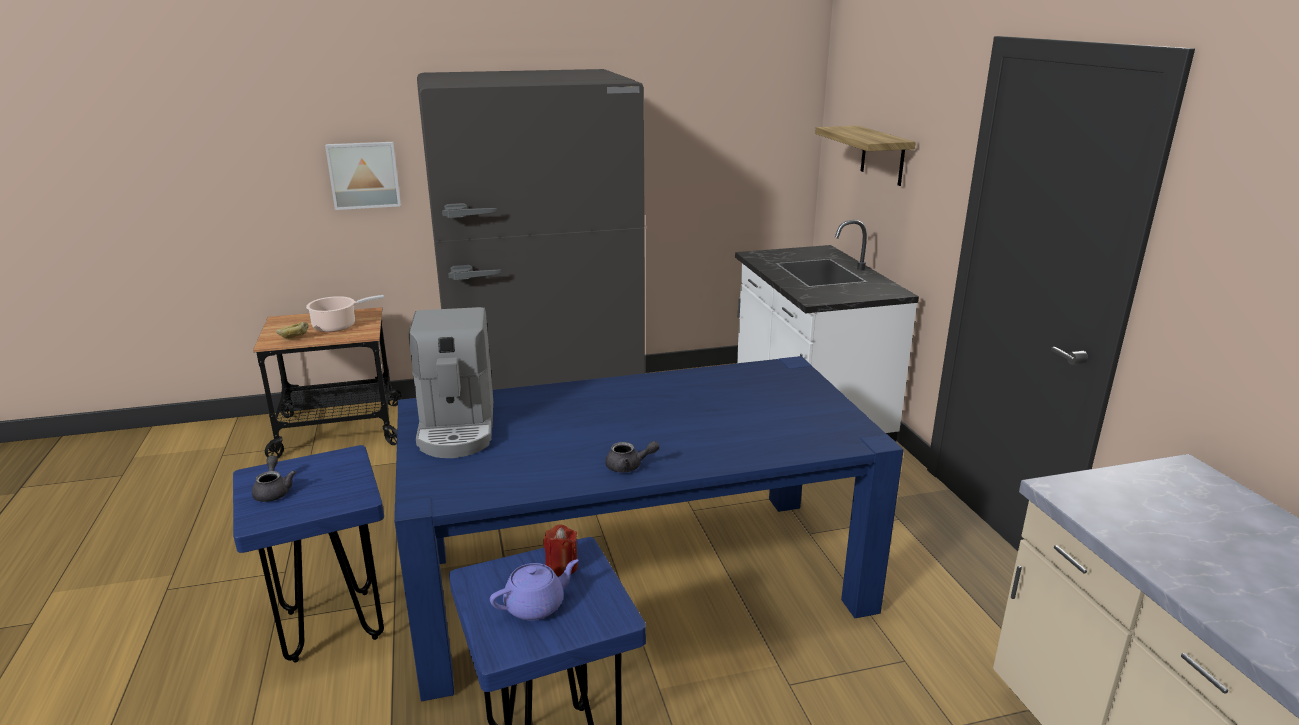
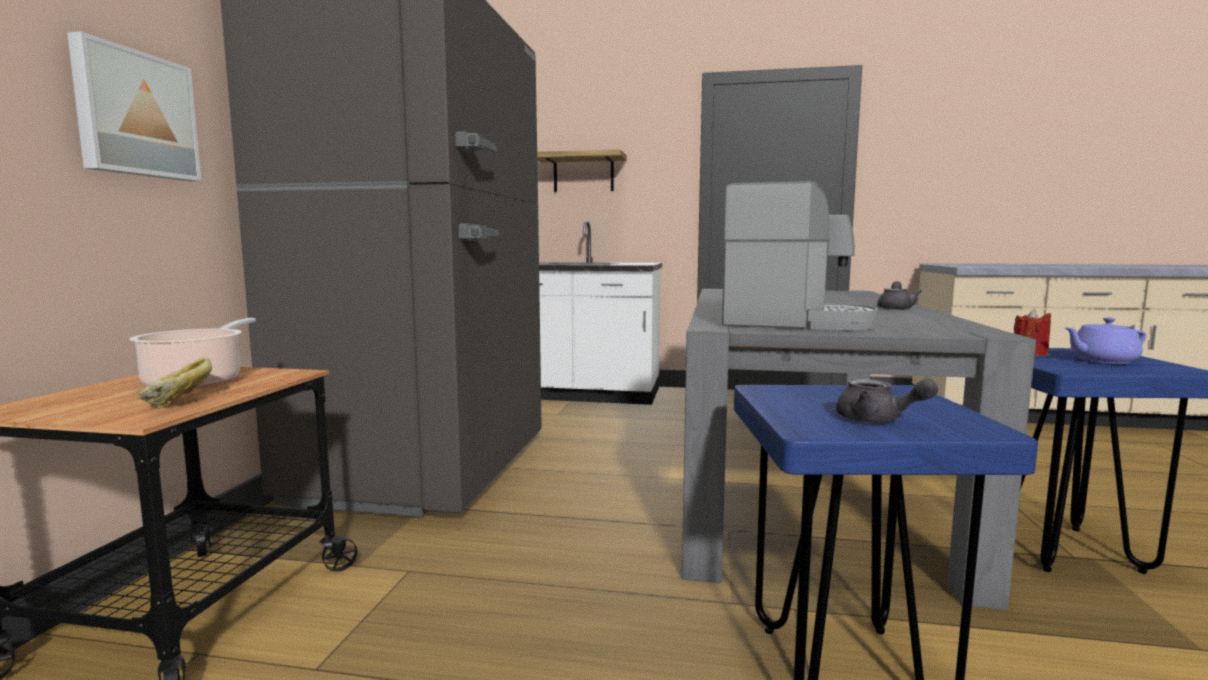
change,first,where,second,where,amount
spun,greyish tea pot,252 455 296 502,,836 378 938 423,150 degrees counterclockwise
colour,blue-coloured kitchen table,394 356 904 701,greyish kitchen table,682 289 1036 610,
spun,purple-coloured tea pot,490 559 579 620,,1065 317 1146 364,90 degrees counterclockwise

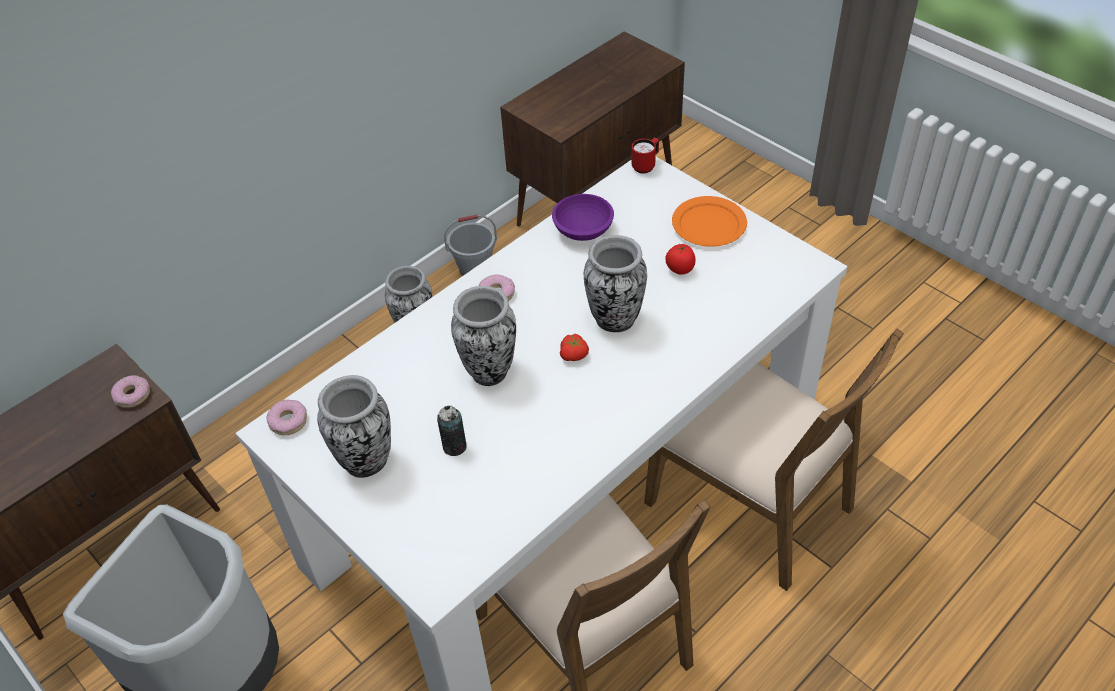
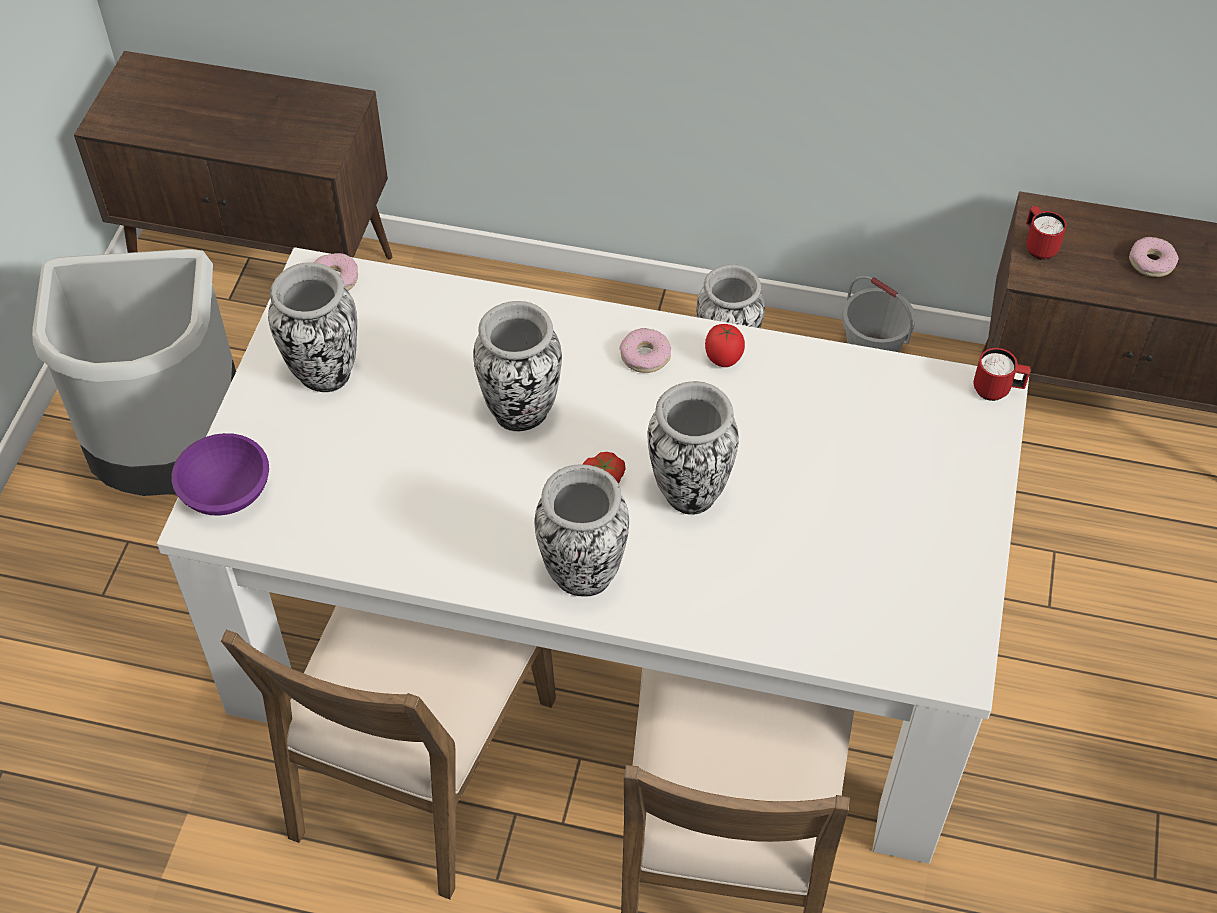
change,first,where,second,where,amount
relocated,ring doughnut,111 375 150 408,,1129 237 1179 277,
missing,can,437 406 467 456,,,
relocated,purple-coloured serving bowl,552 194 614 241,,171 433 269 516,
relocated,whole tomato,665 244 696 275,,705 324 745 367,
missing,orangey dinner plate,672 196 747 247,,,
appeared,,,vase,534 464 629 597,
appeared,,,red-coloured mug,1026 206 1067 260,

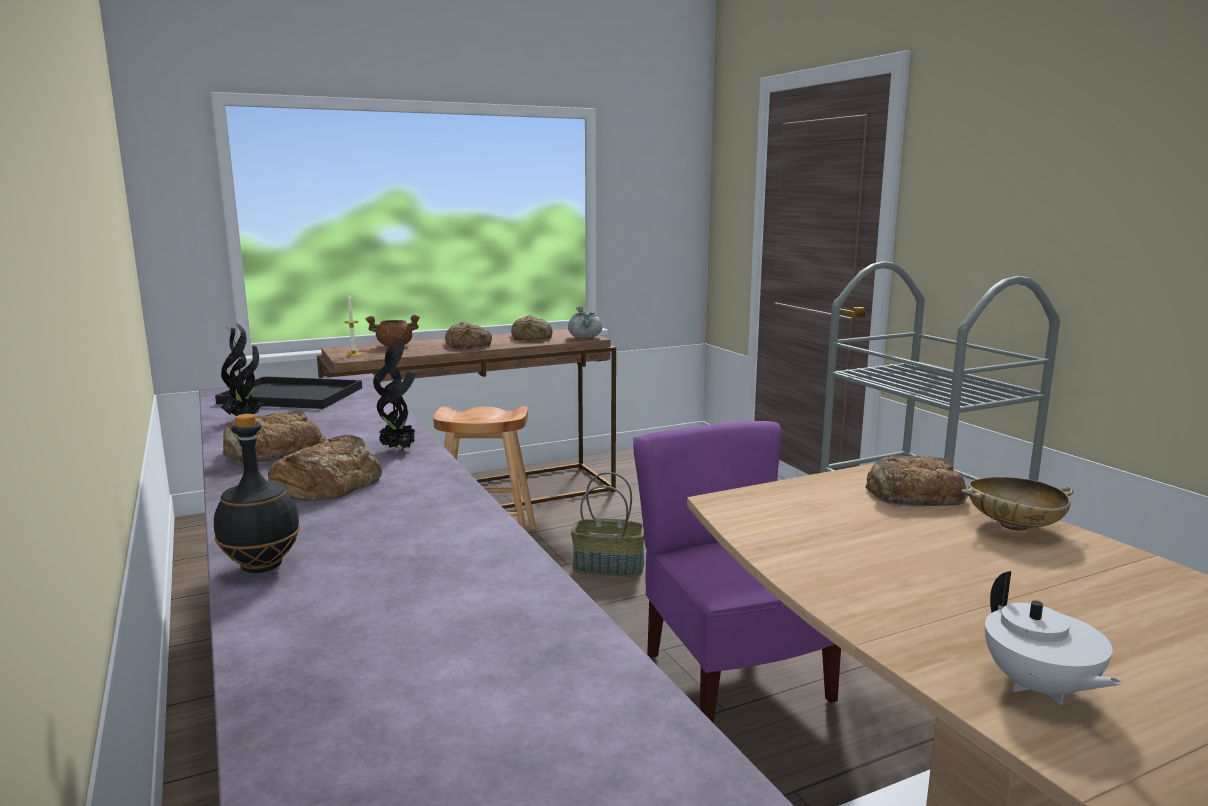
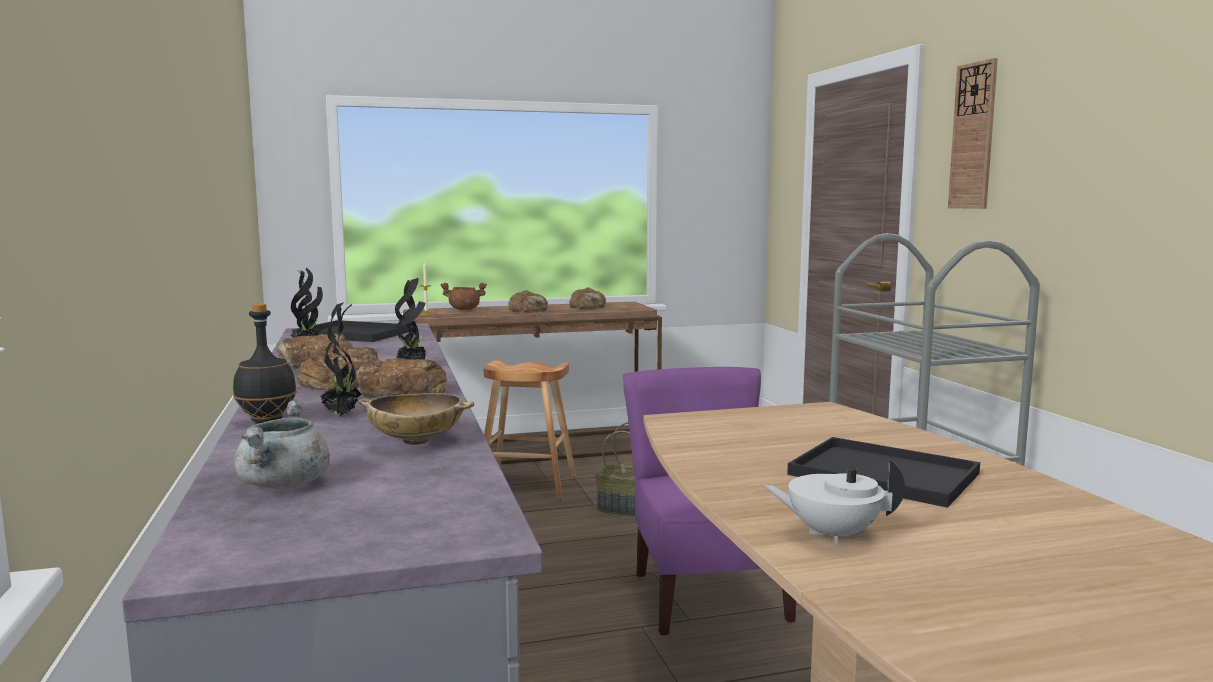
change,first,where,second,where,amount
relocated,greyish saucepot,568 306 602 338,,234 399 330 489,
relocated,baked bread,865 455 968 506,,357 358 447 399,
relocated,beige-coloured serving bowl,962 477 1074 531,,358 393 474 445,
spun,white tea pot,985 571 1122 705,,762 459 905 544,105 degrees clockwise
appeared,,,plant in a pot,320 302 361 416,
appeared,,,blackish tray,787 437 980 508,
appeared,,,hanging clock,948 58 998 209,

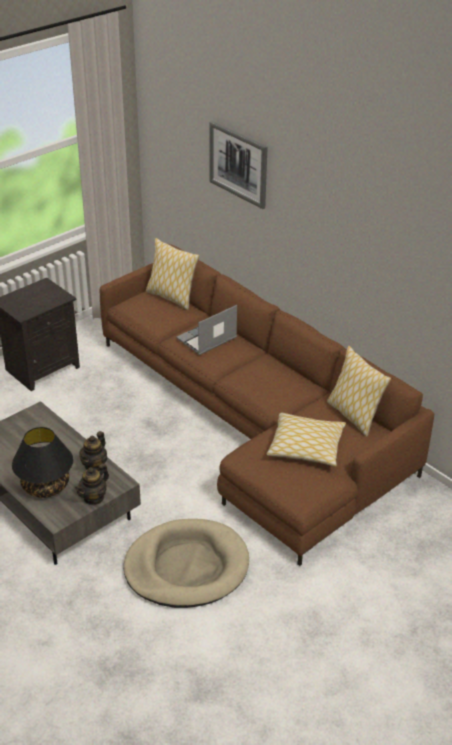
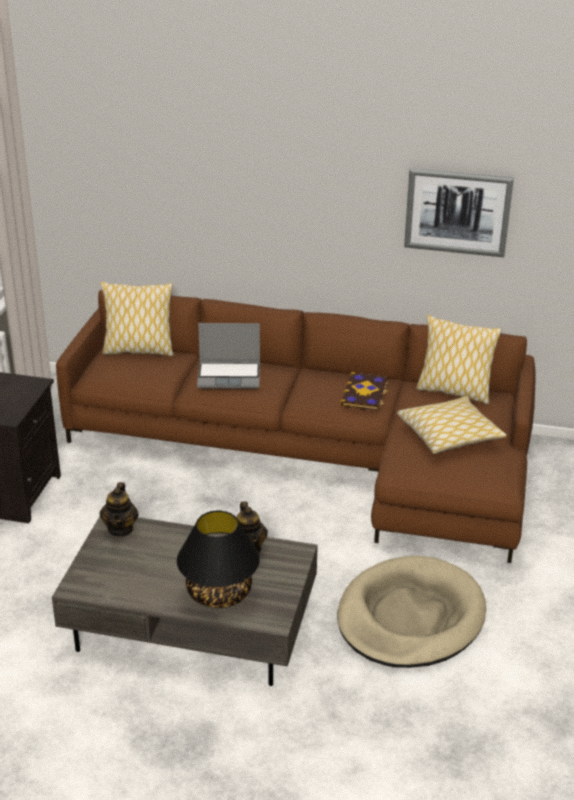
change,first,where,second,where,amount
relocated,tea pot,75 463 109 506,,100 482 139 537,
spun,portable computer,176 305 237 355,,197 323 260 389,105 degrees counterclockwise
relocated,wall picture,210 121 267 209,,404 168 514 257,
appeared,,,volume,340 372 388 411,

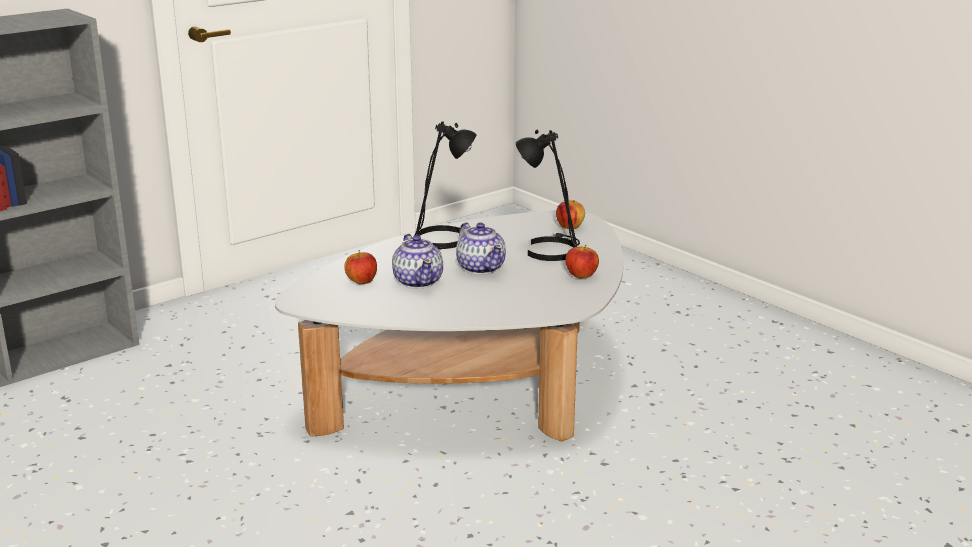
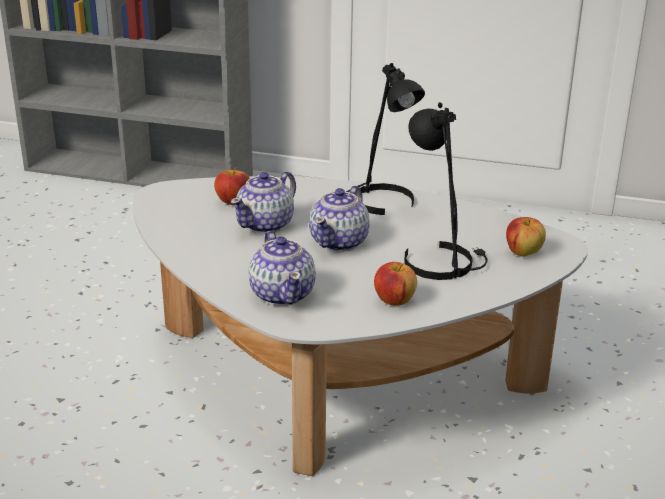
change,first,where,second,where,amount
appeared,,,tea pot,249 231 316 306,

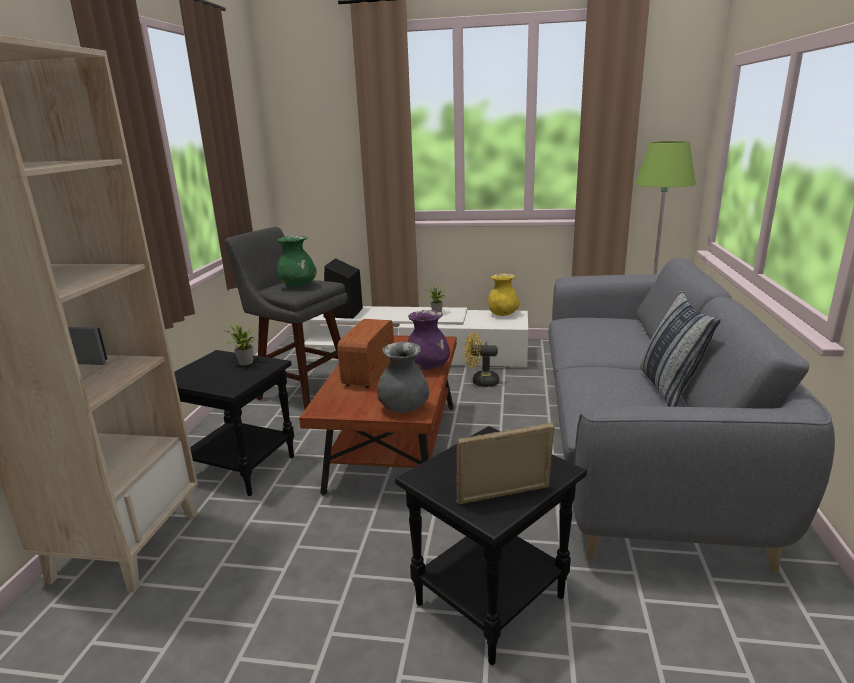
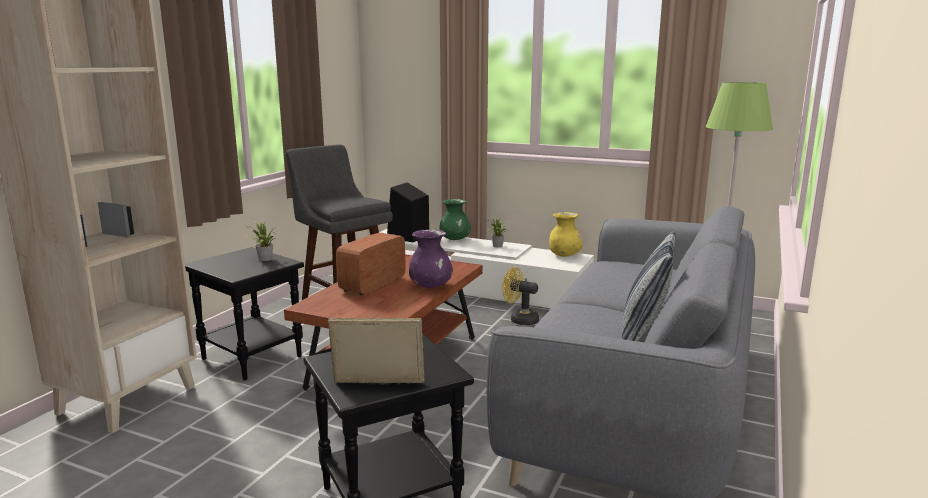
change,first,where,second,where,amount
relocated,green-coloured vase,276 236 317 287,,439 199 471 240,
missing,greyish vase,377 342 429 413,,,

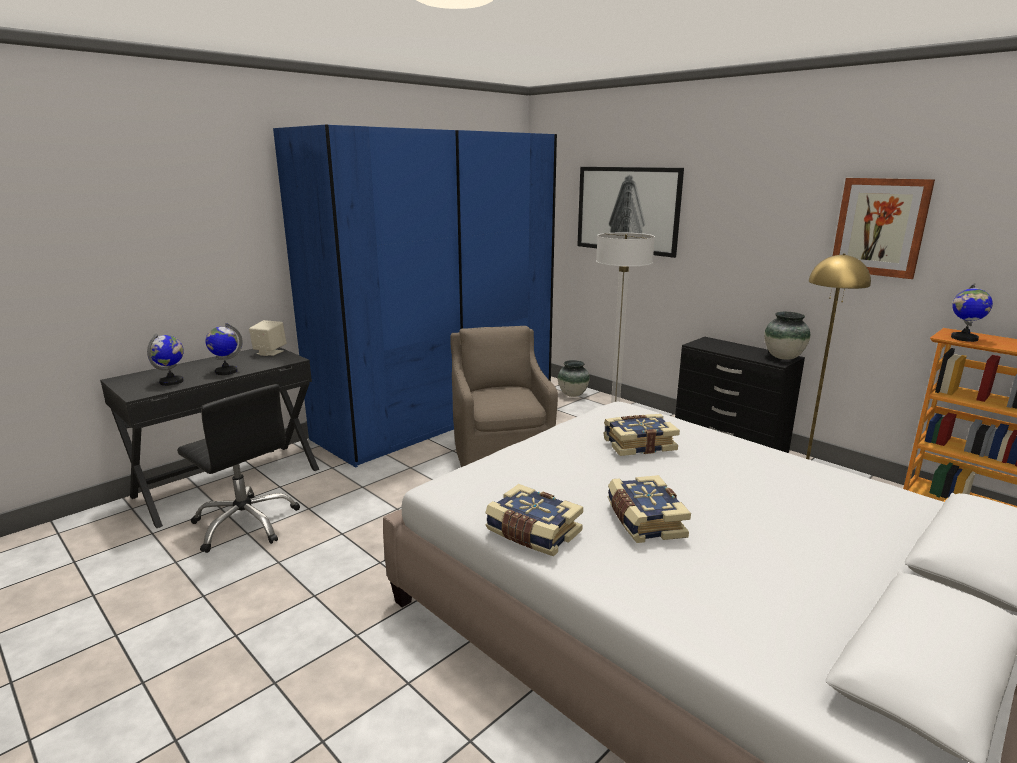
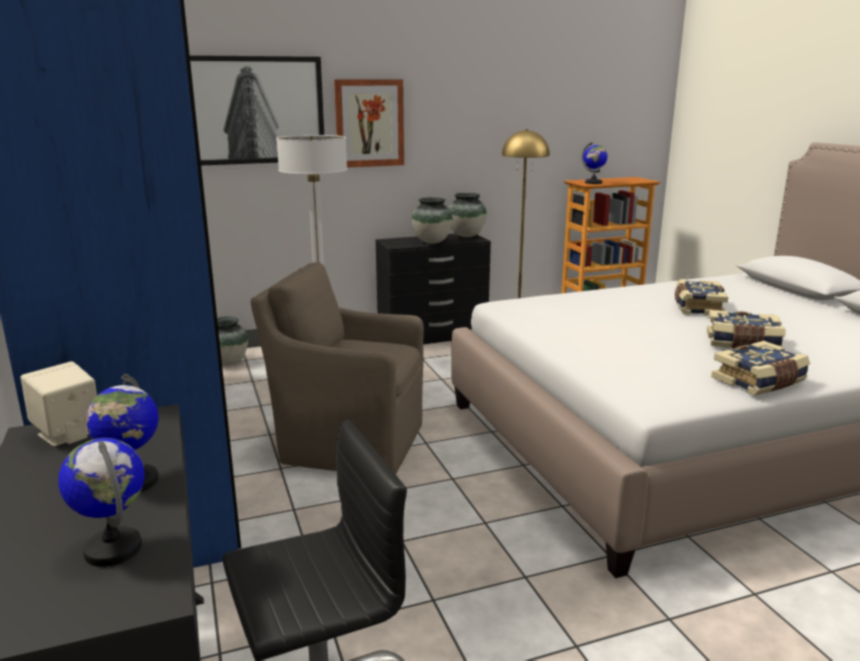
change,first,where,second,where,amount
relocated,volume,603 414 680 456,,675 279 728 316,
relocated,wall picture,833 178 935 279,,334 79 404 168,
appeared,,,vase,412 197 453 244,

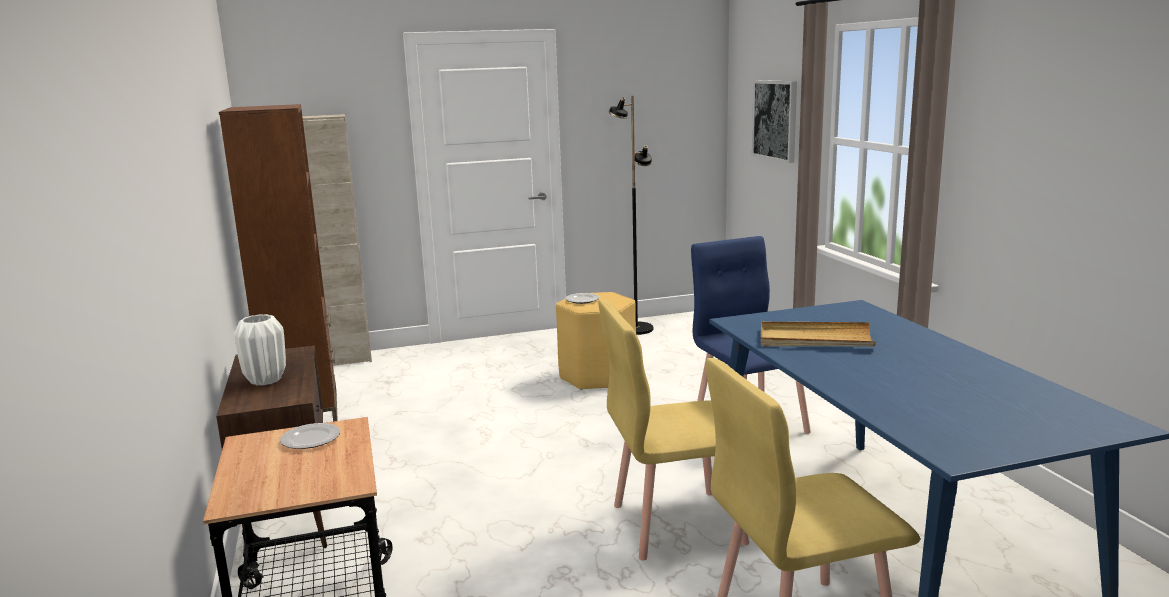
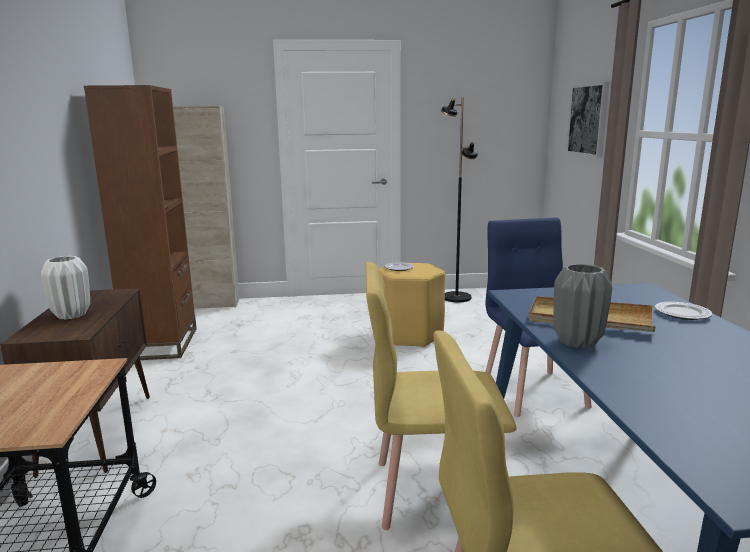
change,first,where,second,where,amount
relocated,dinner plate,280 423 340 449,,655 301 713 320,
appeared,,,greyish vase,553 264 612 348,

